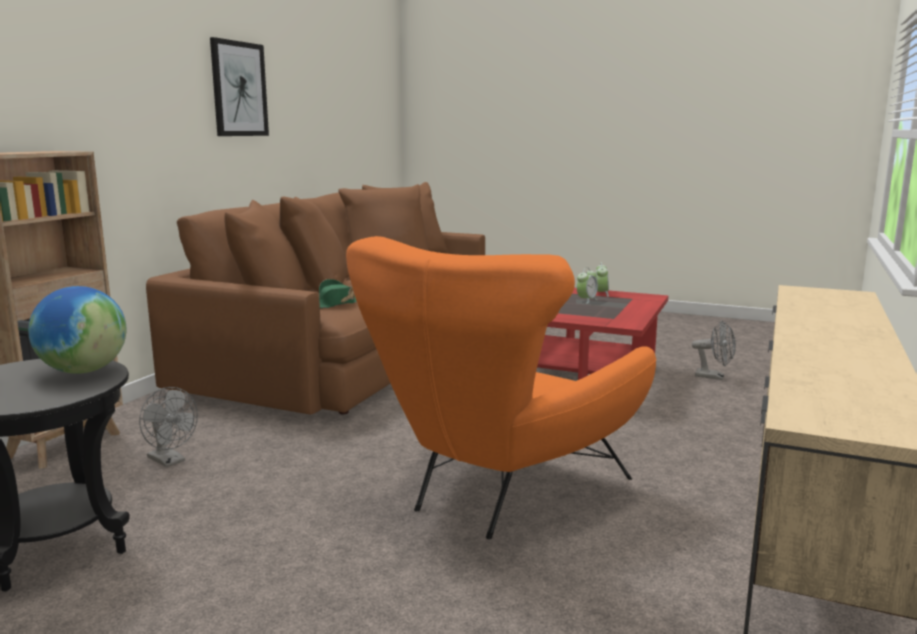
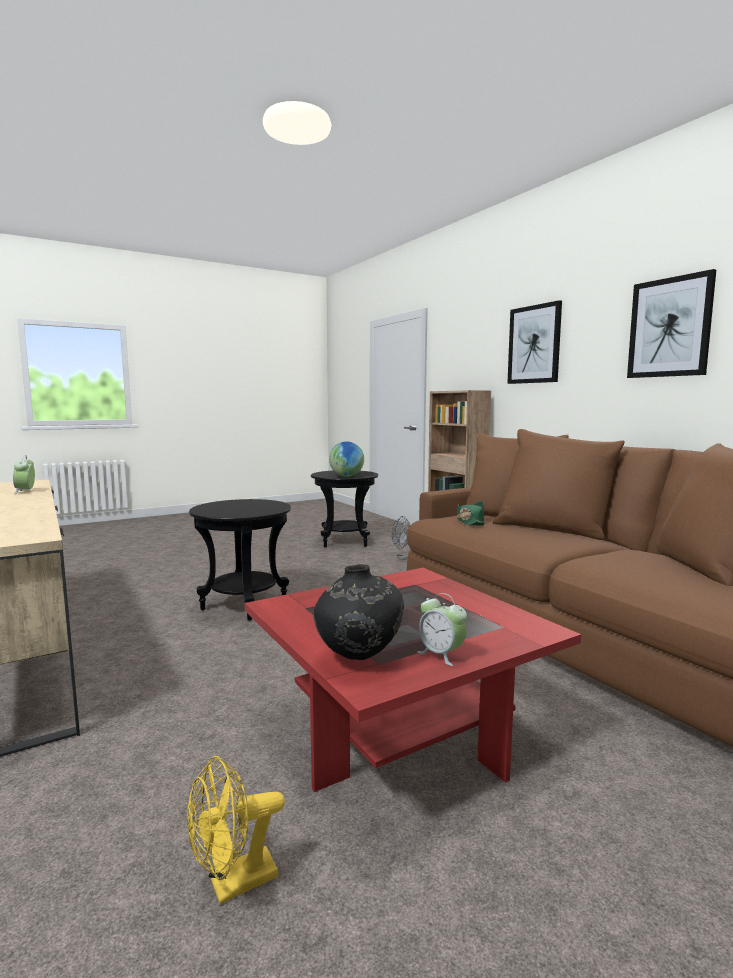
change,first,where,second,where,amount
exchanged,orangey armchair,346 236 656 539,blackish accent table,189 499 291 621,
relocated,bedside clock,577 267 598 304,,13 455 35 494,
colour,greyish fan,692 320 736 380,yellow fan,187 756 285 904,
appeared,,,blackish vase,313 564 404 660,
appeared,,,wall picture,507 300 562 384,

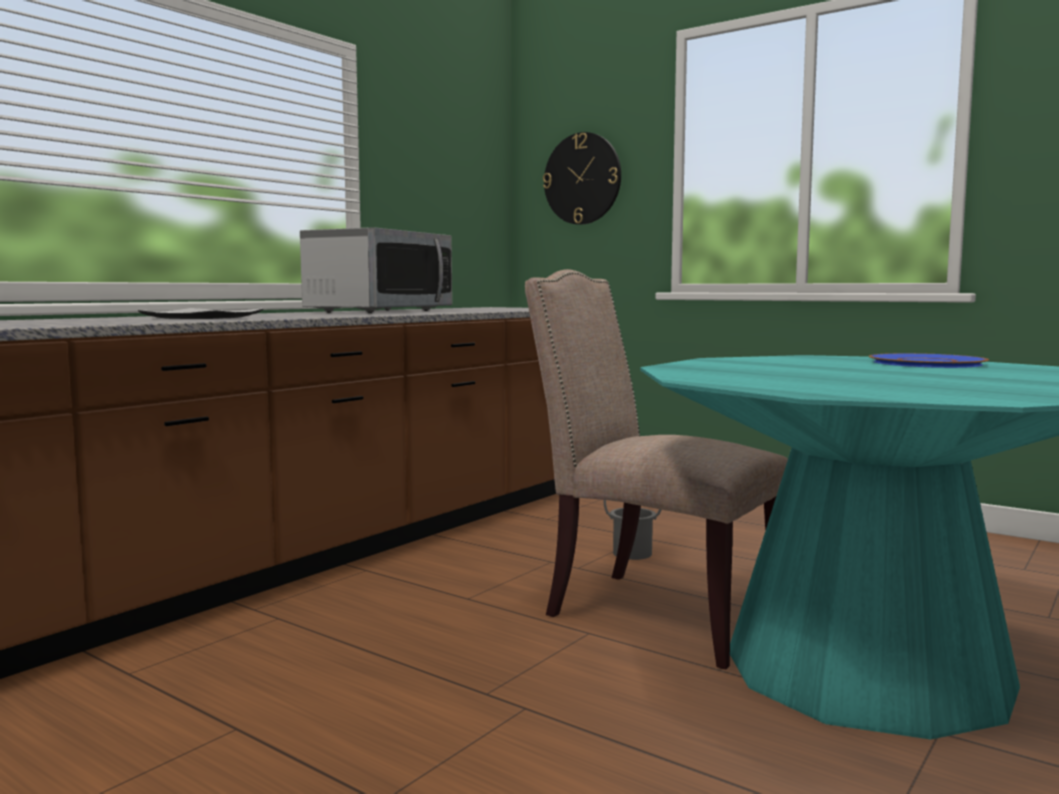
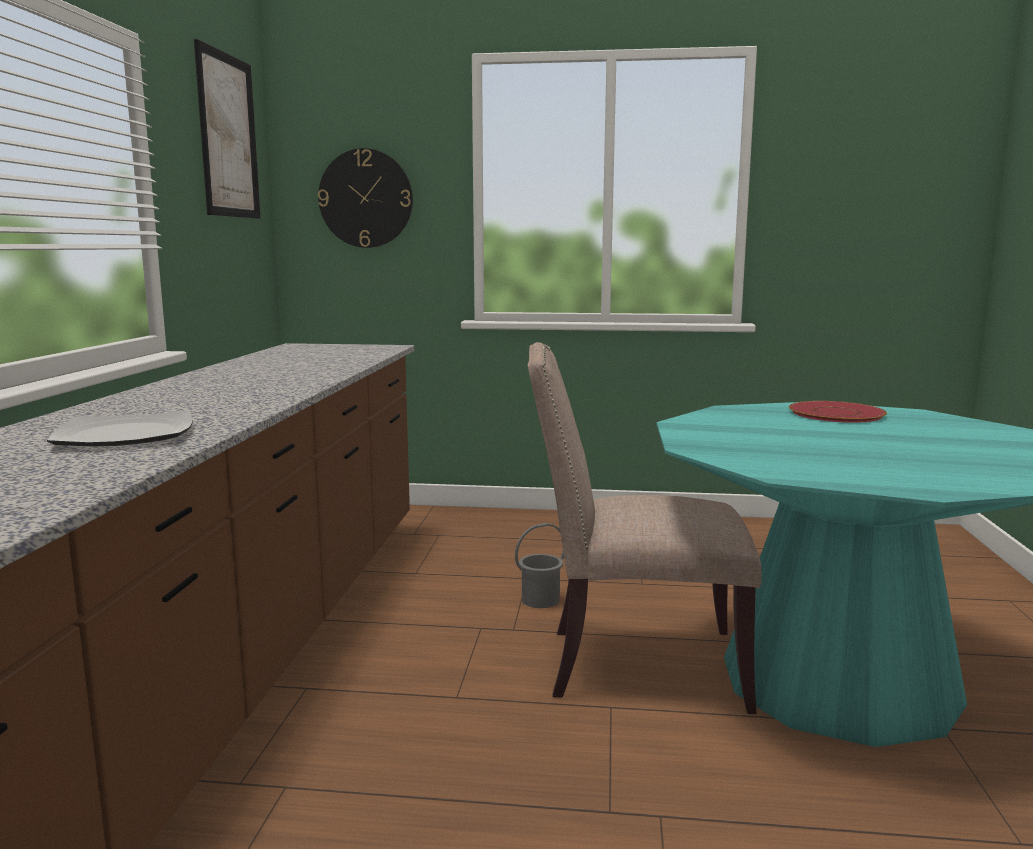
change,first,where,second,where,amount
missing,kitchen microwave,300 227 452 313,,,
colour,blue-coloured dinner plate,869 353 989 368,red-coloured dinner plate,789 401 887 423,
appeared,,,wall picture,194 39 261 219,

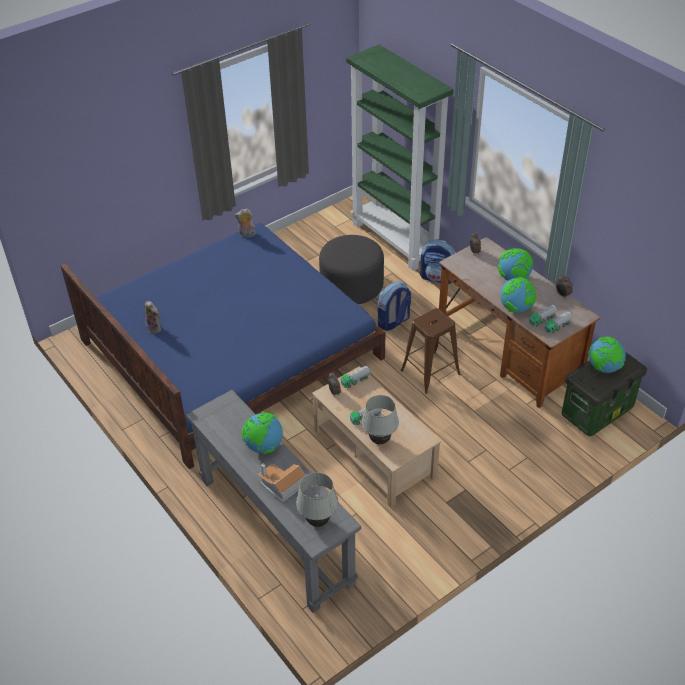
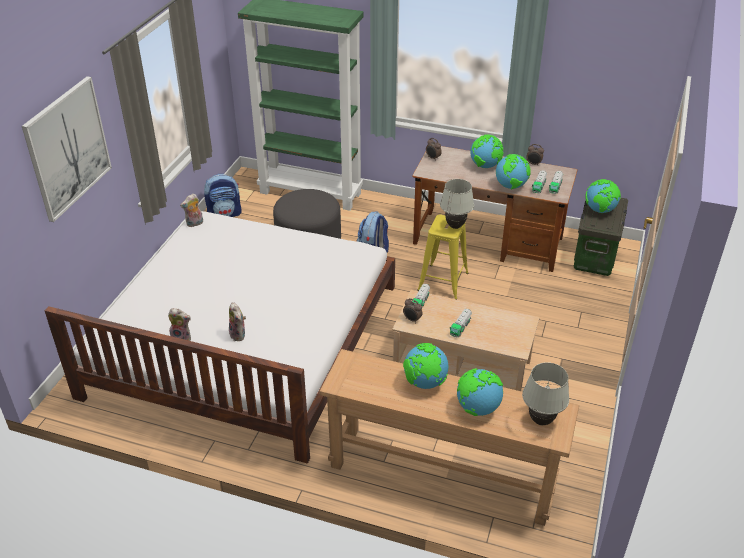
change,first,where,second,where,amount
colour,blue-coloured bed,60 223 386 469,white bed,45 211 395 464,
colour,greyish narrow table,186 390 361 613,brownish narrow table,319 349 579 526,
exchanged,toy house,258 463 306 502,desk globe,457 368 503 416,
relocated,white table lamp,362 395 399 445,,440 179 474 229,
colour,brownish sitting stool,401 308 460 394,yellow sitting stool,417 215 469 299,
relocated,rucksack,420 239 455 284,,204 174 241 217,
appeared,,,wall picture,22 76 112 222,
appeared,,,cuddly toy,229 302 246 341,

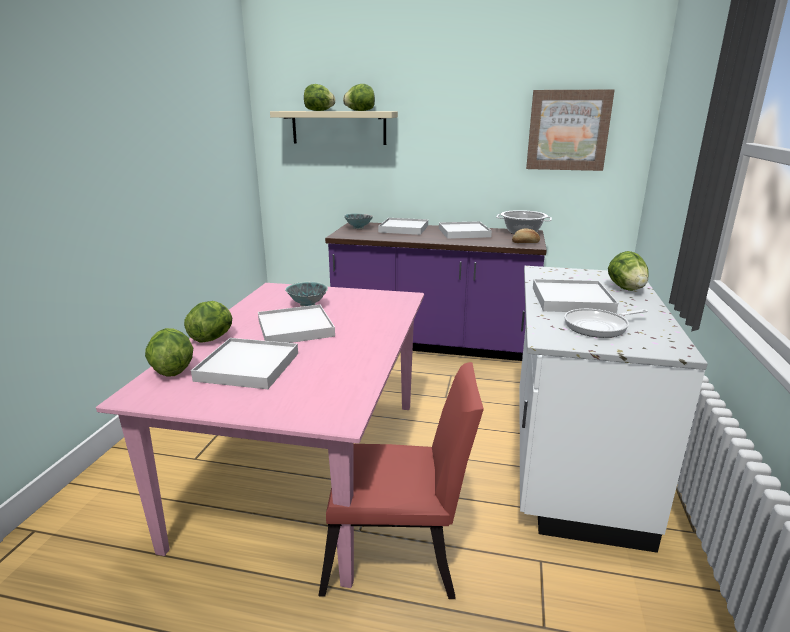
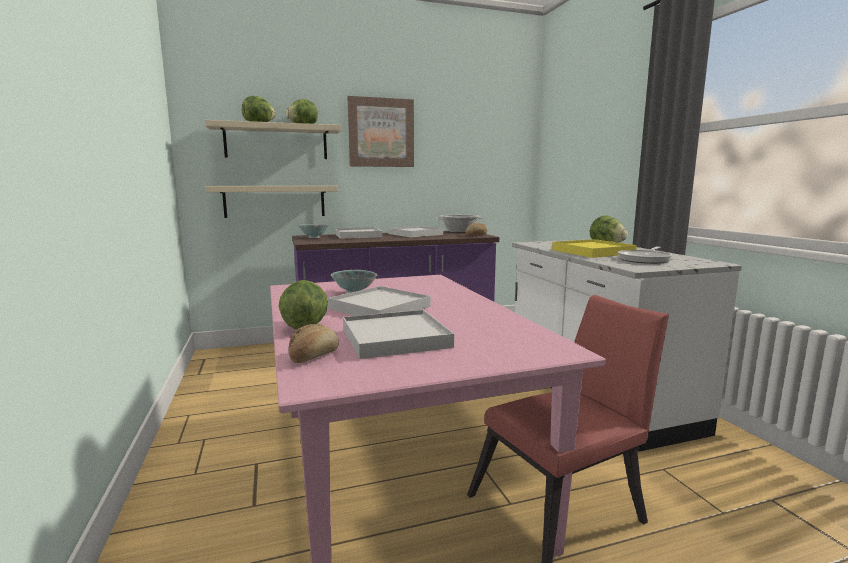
change,first,where,second,where,amount
exchanged,lettuce,145 328 193 376,baked bread,289 324 339 363,
relocated,wall picture,526 89 615 171,,347 96 414 167,
colour,white tray,533 279 618 314,yellow tray,552 239 637 258,
appeared,,,beige-coloured bracket shelf,205 186 338 218,

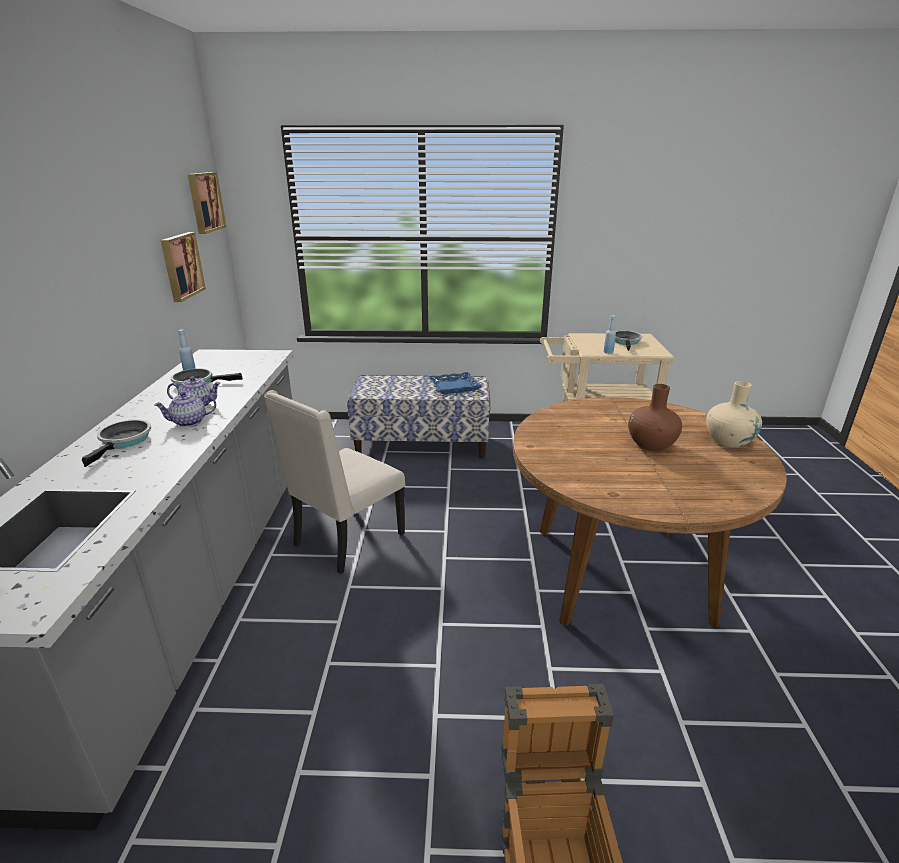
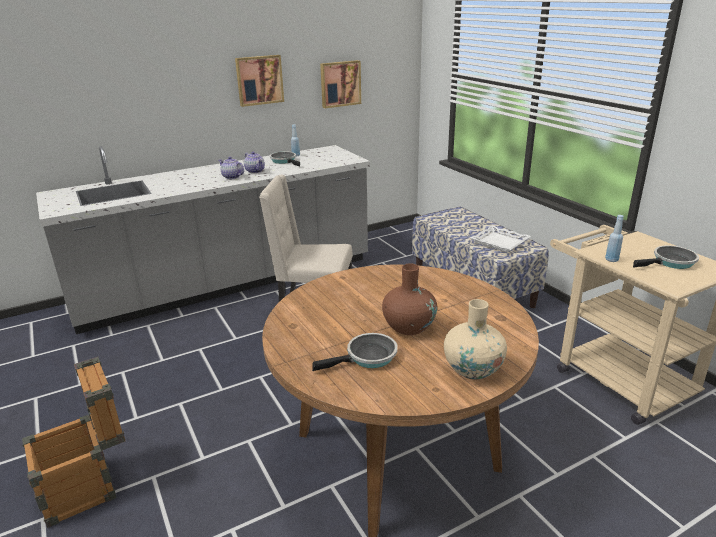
change,first,where,second,where,amount
relocated,skillet,82 419 151 467,,312 333 398 371,
relocated,wall picture,188 172 226 234,,235 55 284 107,
colour,blue-coloured tray,429 372 482 394,white tray,471 225 531 252,

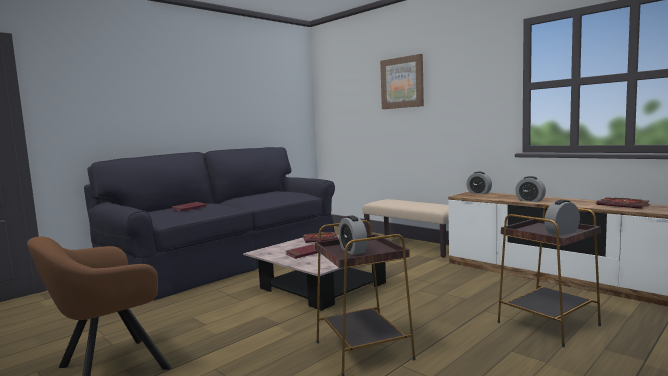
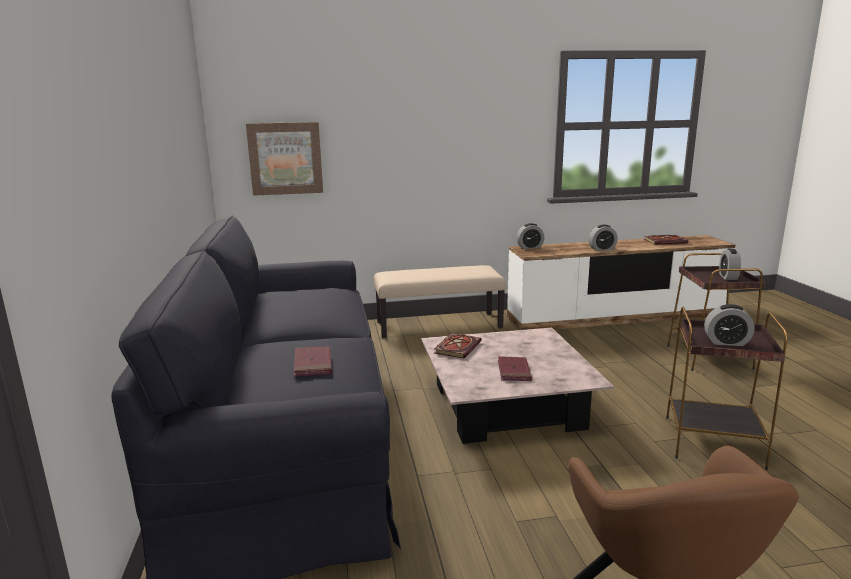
change,first,where,second,where,amount
relocated,wall picture,380 54 424 109,,246 122 323 196,

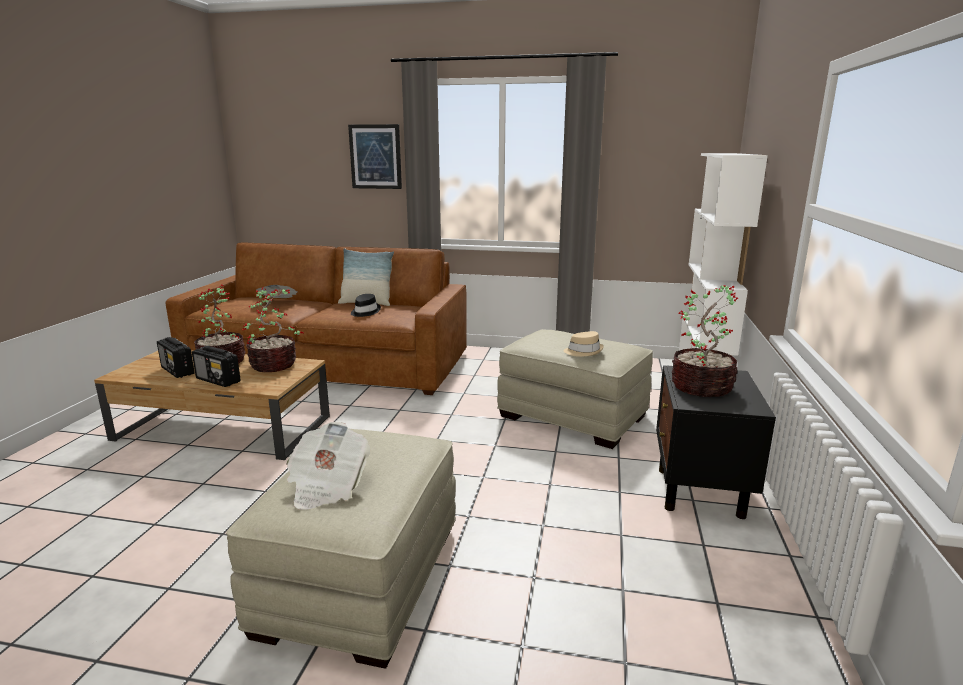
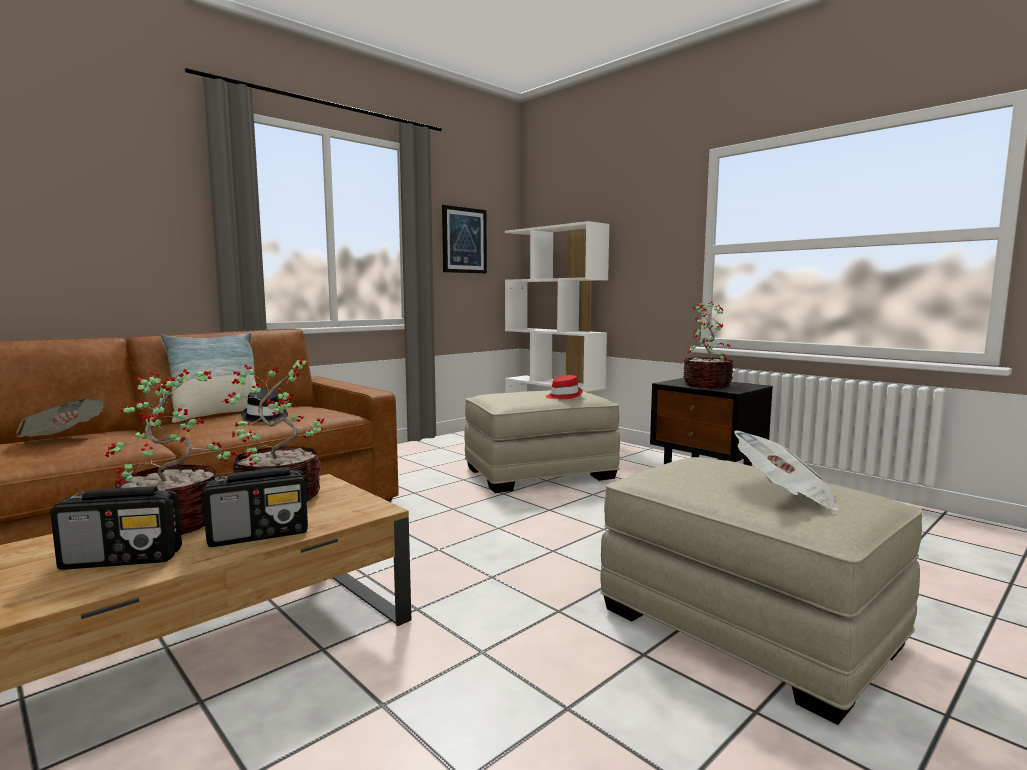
change,first,where,second,where,amount
relocated,wall picture,348 124 402 189,,442 205 487 274,
colour,beige-coloured clothing hat,563 331 604 357,red-coloured clothing hat,546 375 583 399,

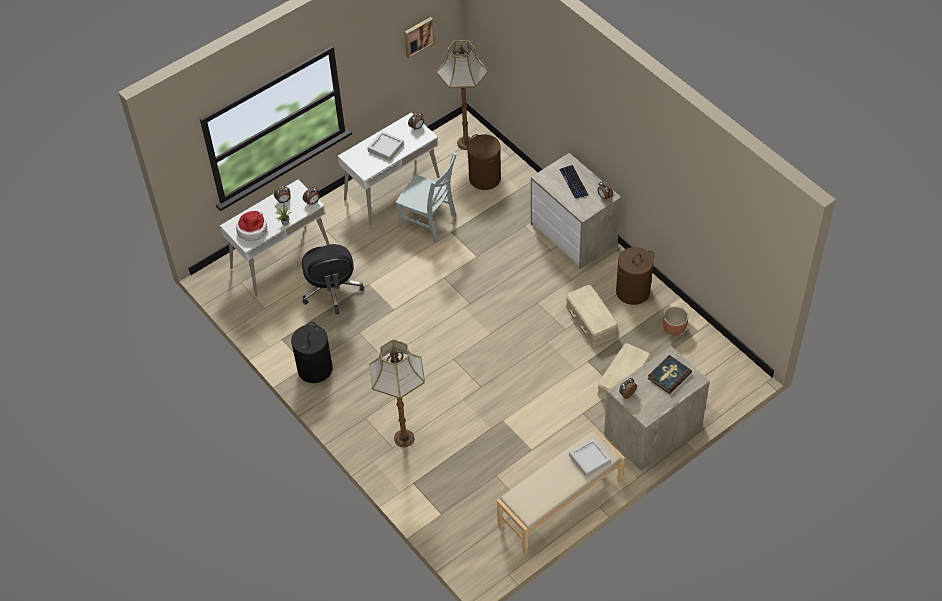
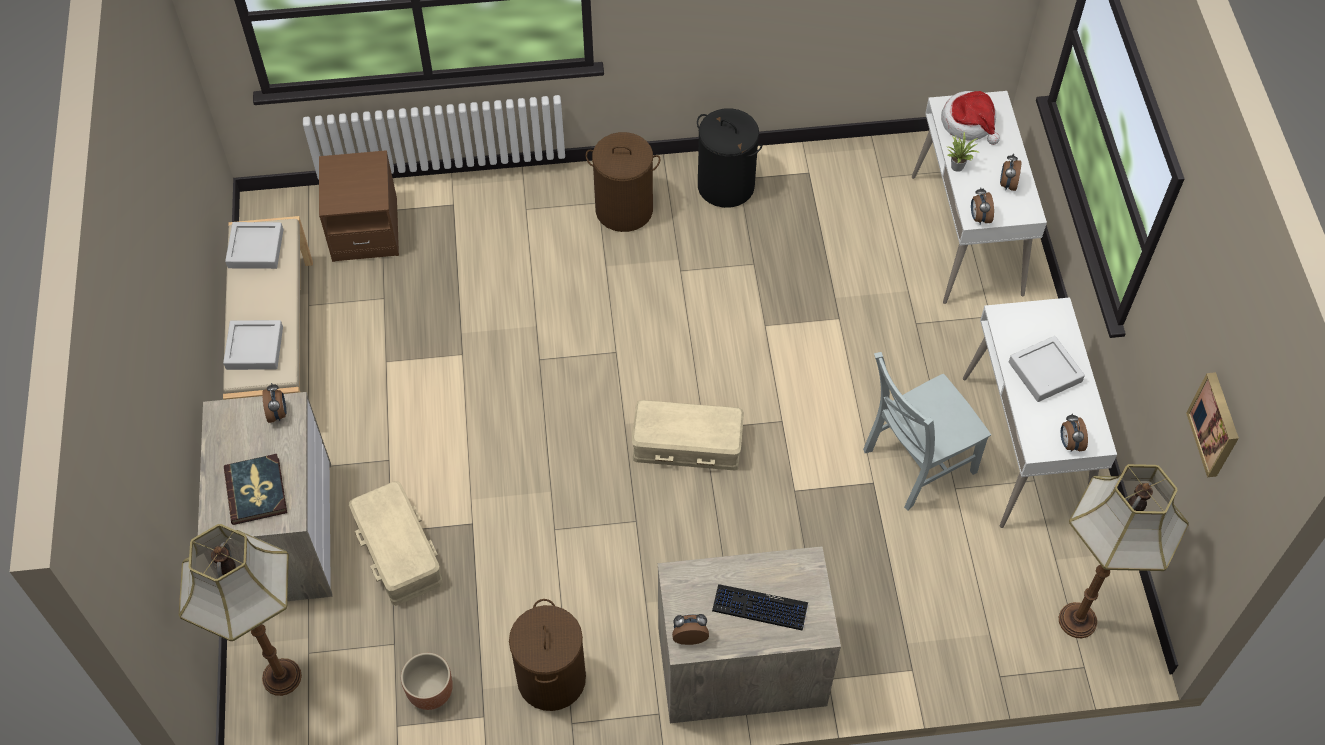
change,first,where,second,where,amount
missing,blackish office chair,302 244 364 314,,,
relocated,standing lamp,369 339 425 447,,179 524 302 696,
relocated,brownish hamper,467 134 501 190,,585 132 660 232,
relocated,beige-coloured storage container,566 285 618 346,,632 400 744 470,
appeared,,,greyish tray,225 222 283 269,
appeared,,,brownish bedside table,319 150 399 262,

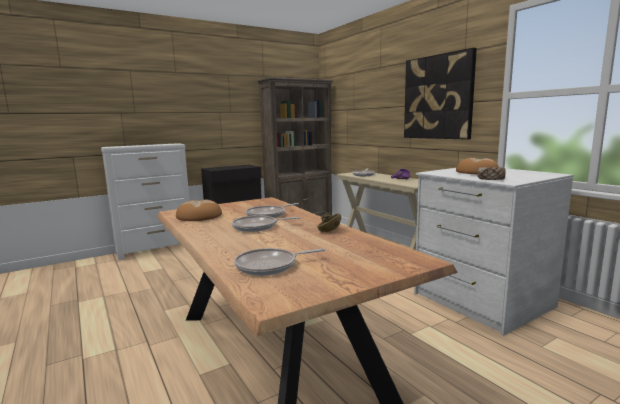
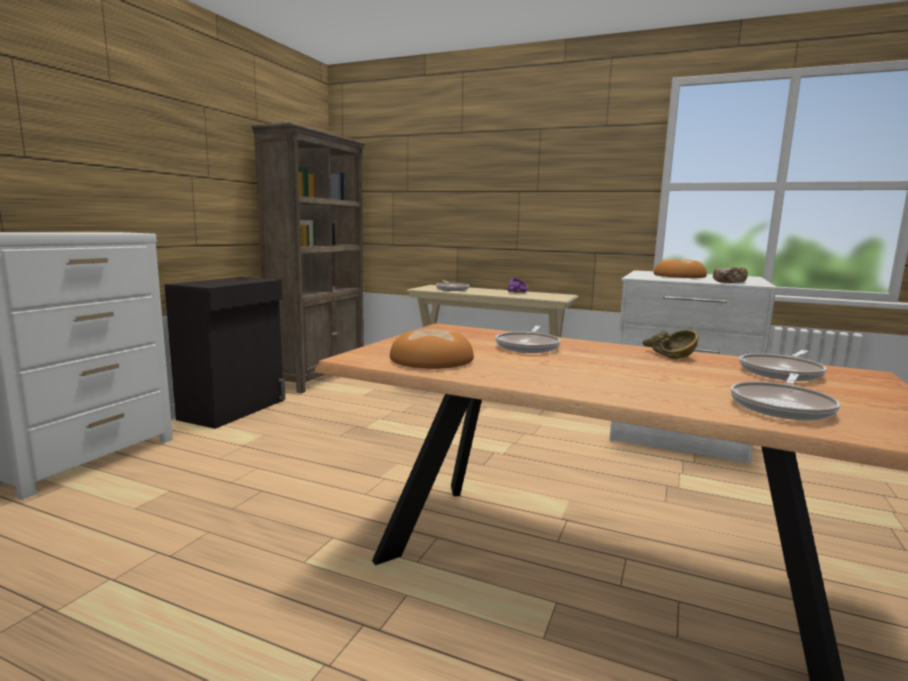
change,first,where,second,where,amount
relocated,skillet,232 215 300 232,,739 350 827 381,
missing,wall picture,404 48 477 140,,,

